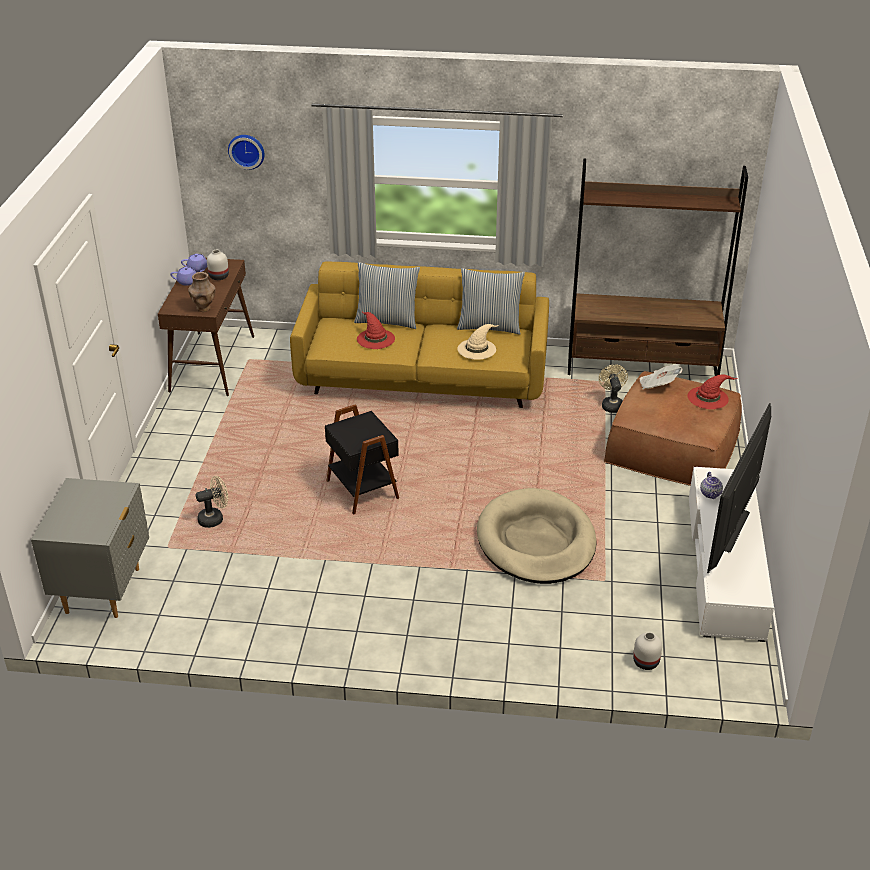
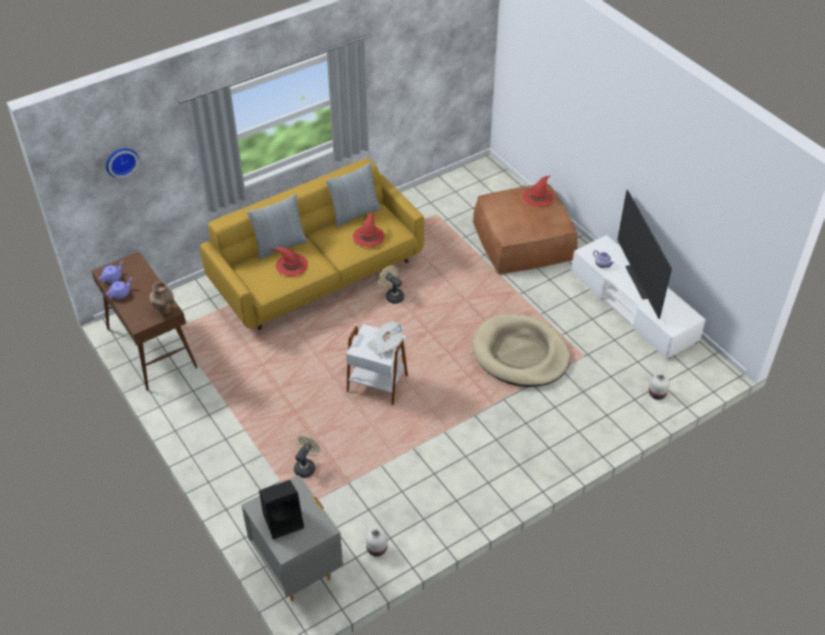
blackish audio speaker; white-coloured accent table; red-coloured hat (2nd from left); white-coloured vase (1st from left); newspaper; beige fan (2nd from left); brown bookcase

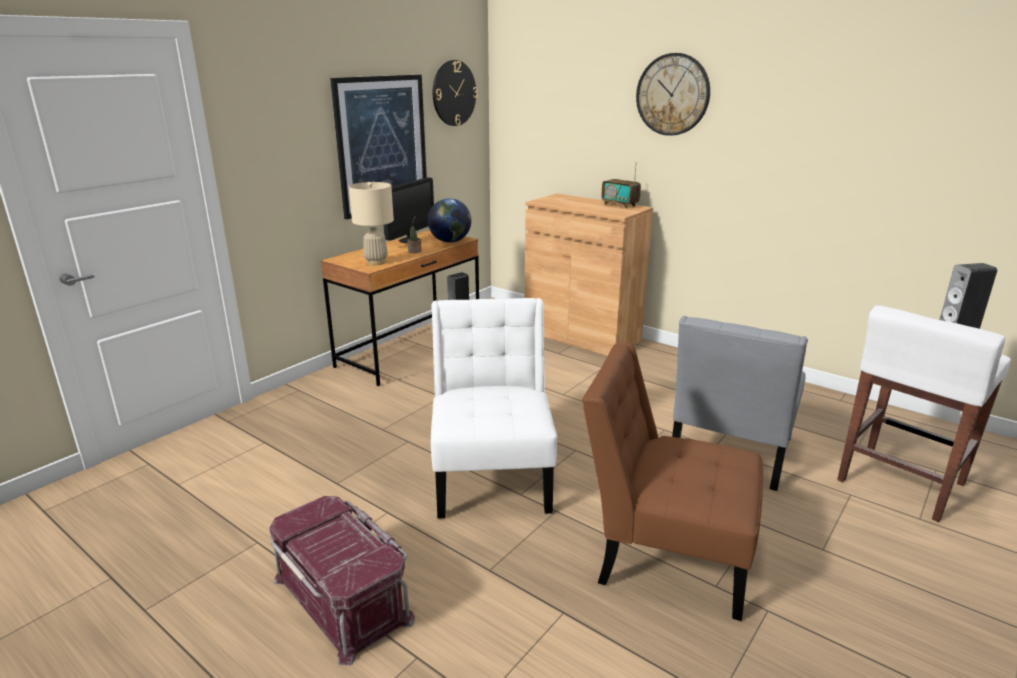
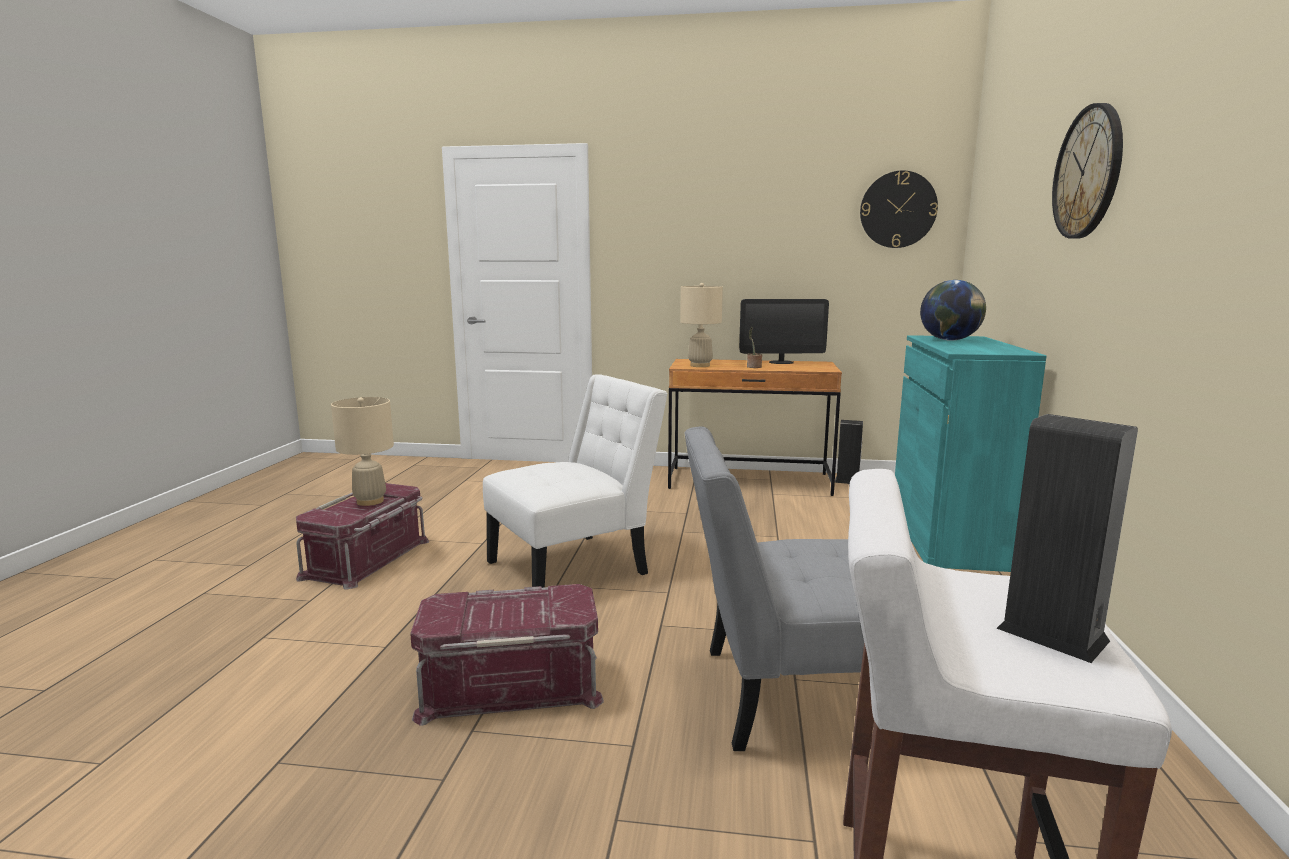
beige tabletop lamp (1st from left); red-coloured storage bin (2nd from left); turquoise-coloured cabinet; desk globe; wall art; radio receiver

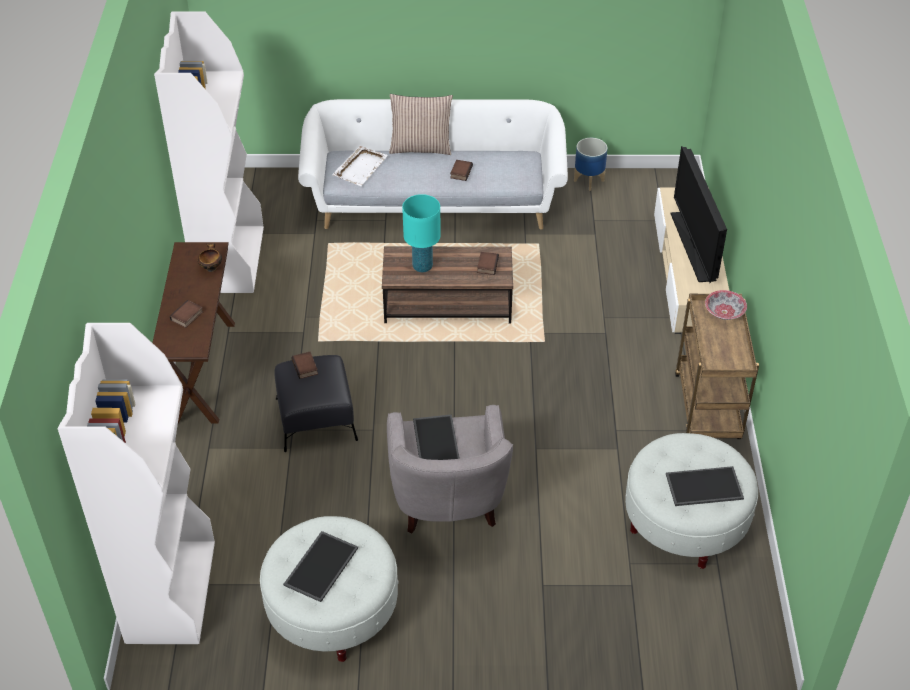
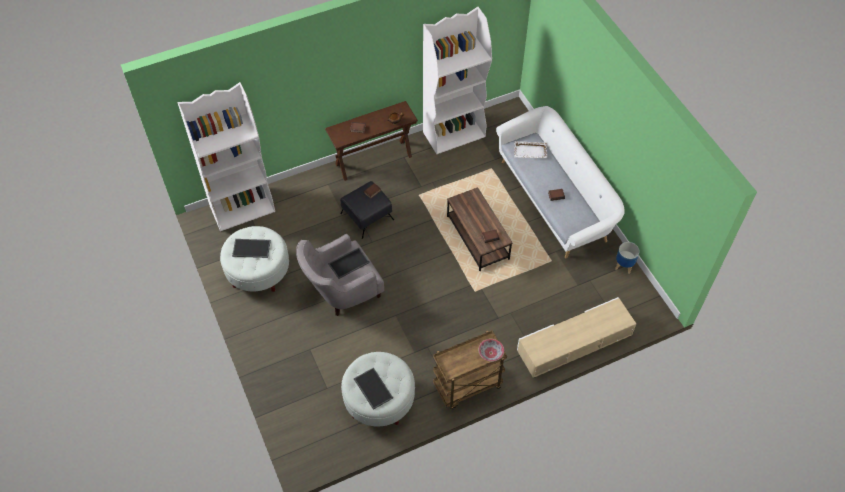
throw pillow; turquoise-coloured tabletop lamp; television

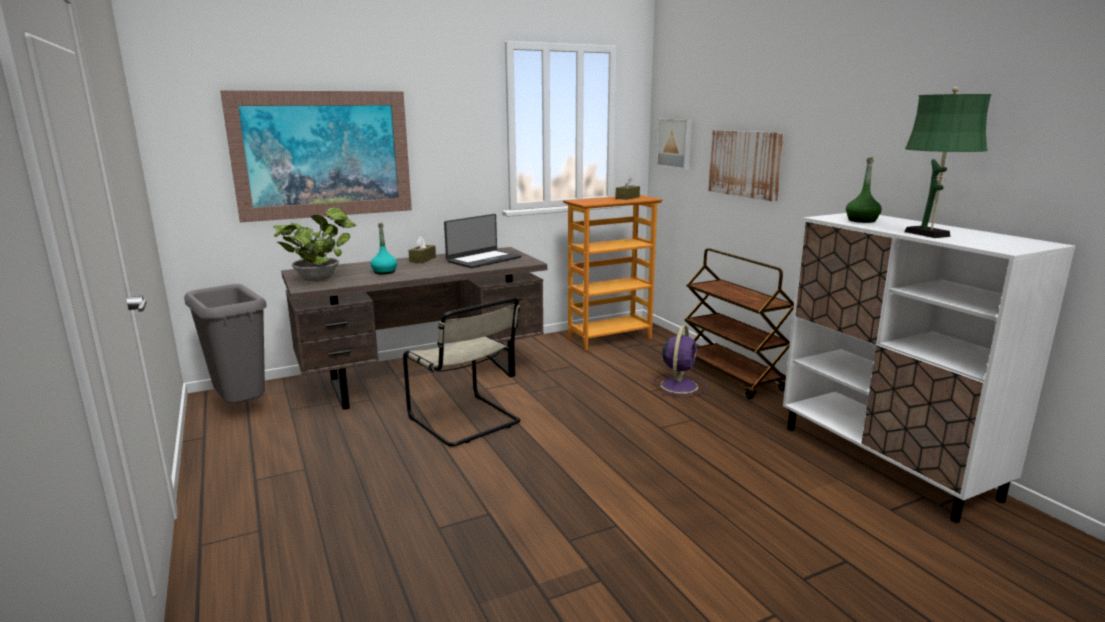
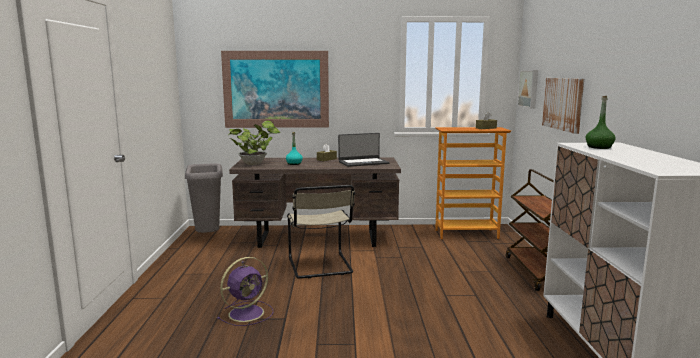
purple-coloured fan; green-coloured tabletop lamp

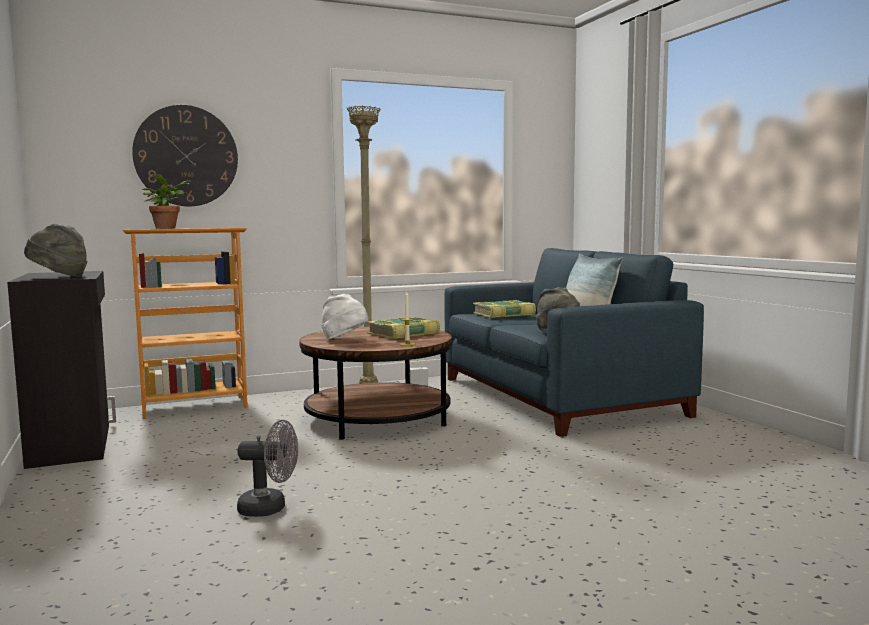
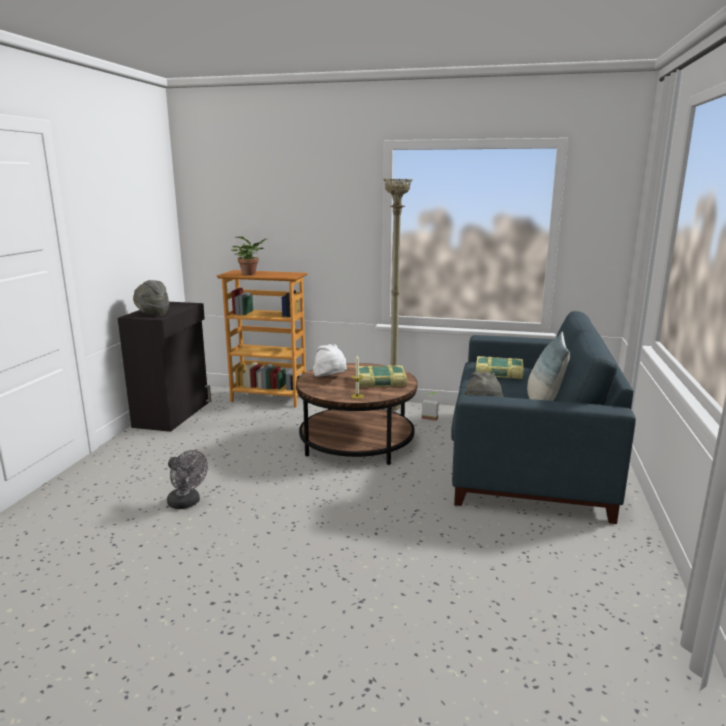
hanging clock

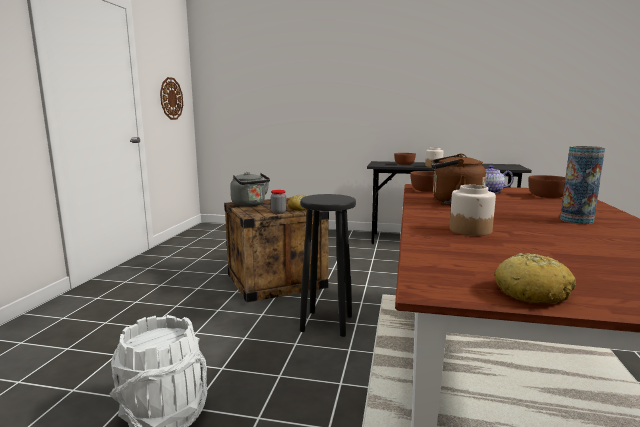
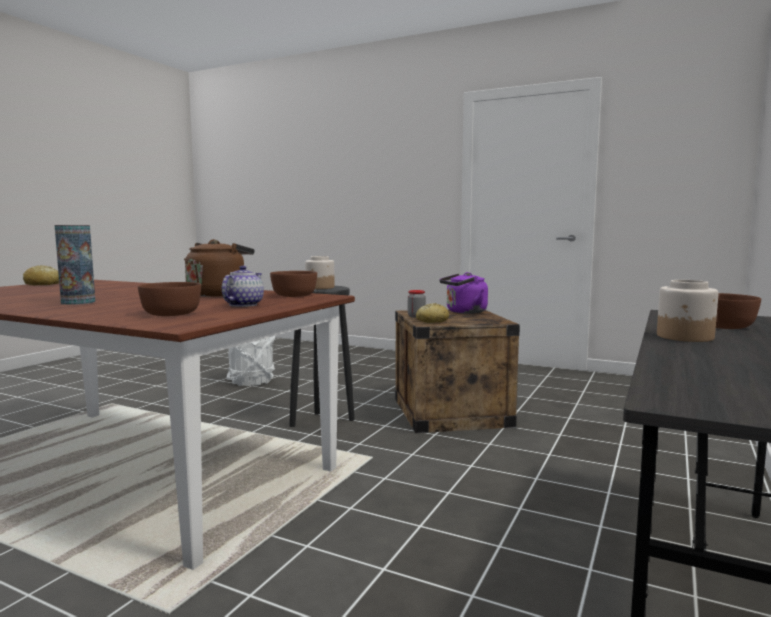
jar (1st from left); purple-coloured kettle; hanging clock

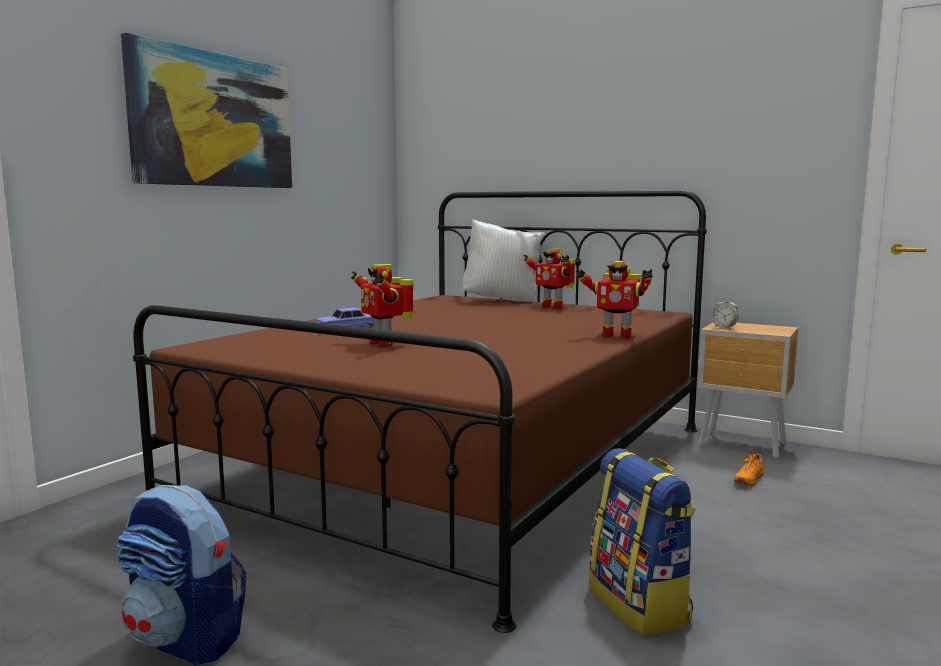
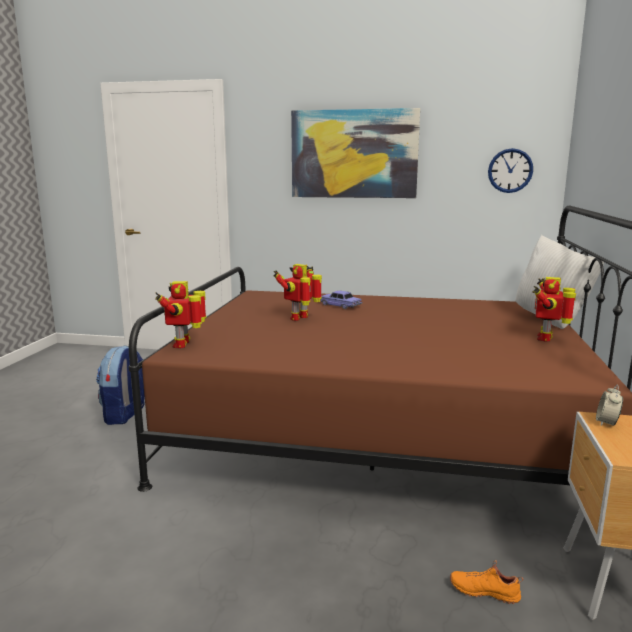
toy robot (1st from left); hanging clock; rucksack (2nd from left in the first image)

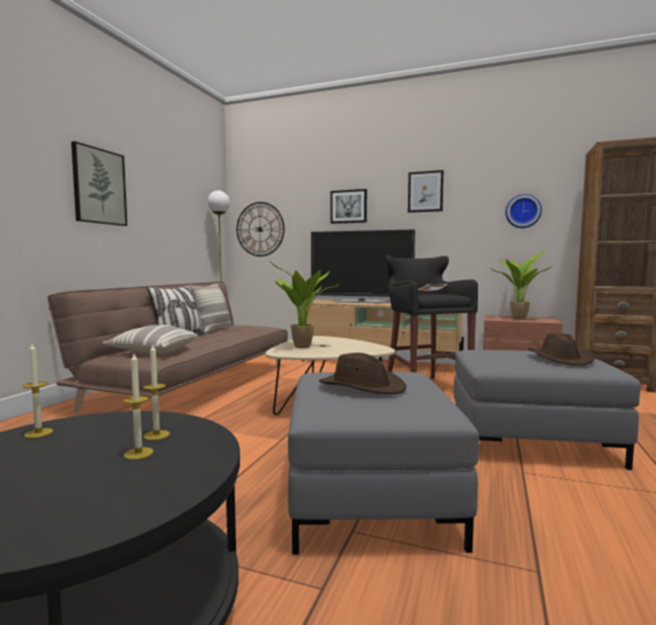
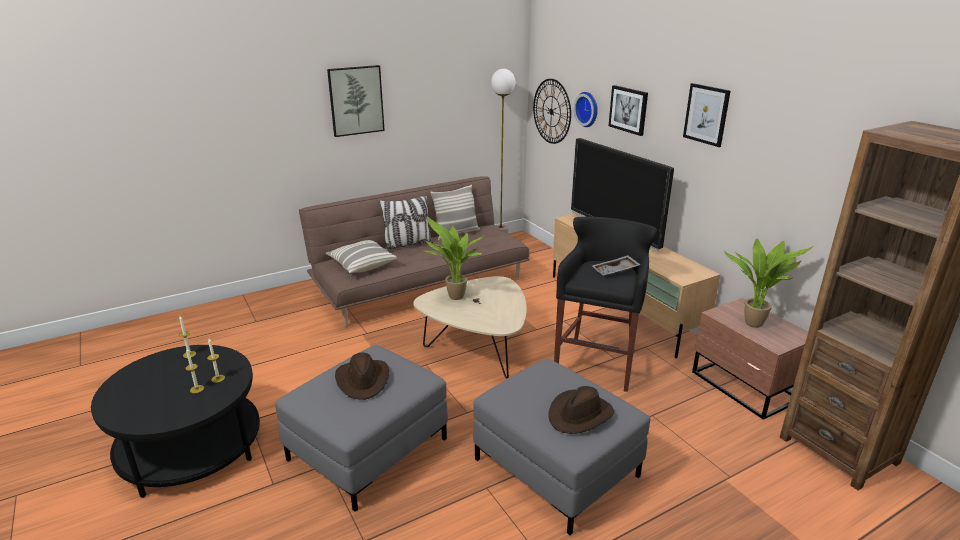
hanging clock (2nd from left)

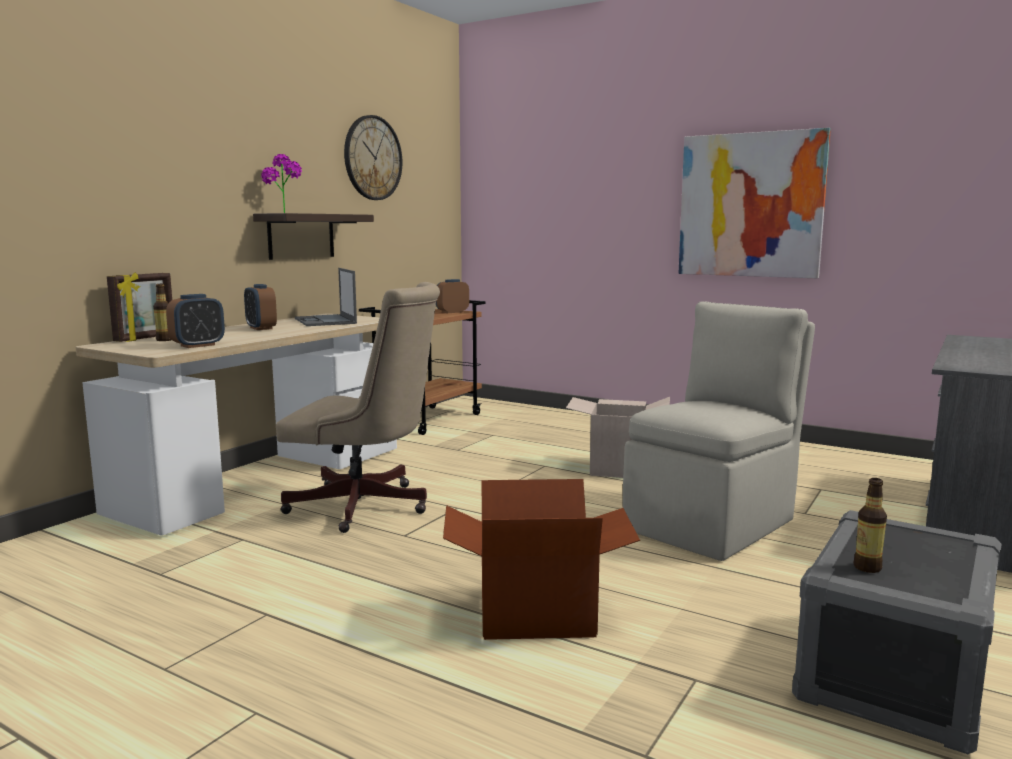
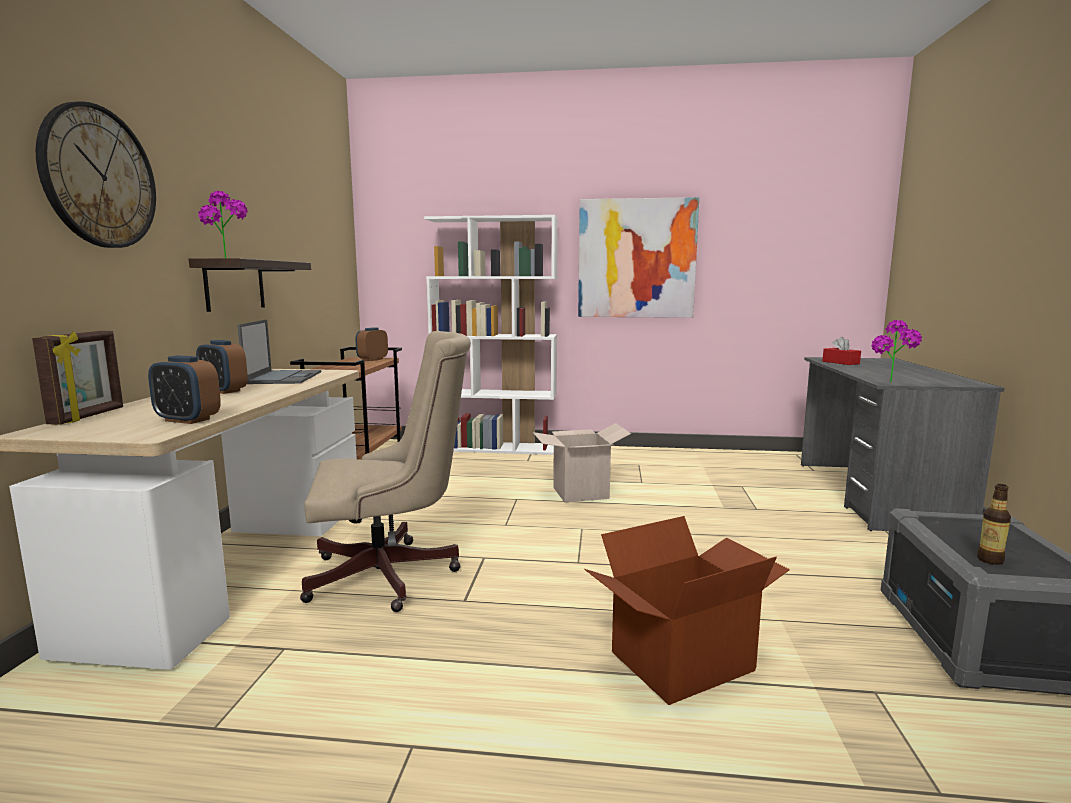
hanging clock; table clock (1st from left); notebook computer; white-coloured bookcase; red-coloured tissue box; houseplant (2nd from left); beverage bottle (1st from left in the first image); beige chair

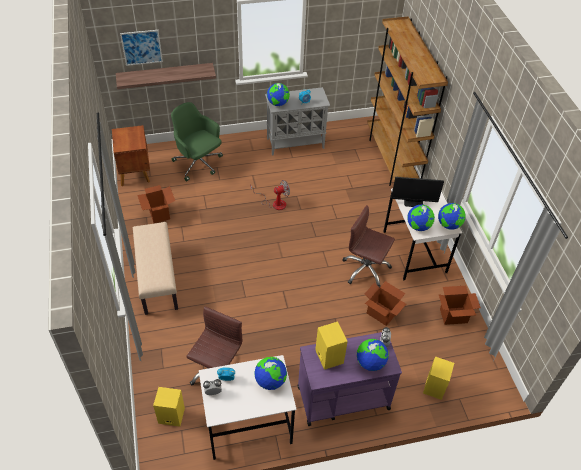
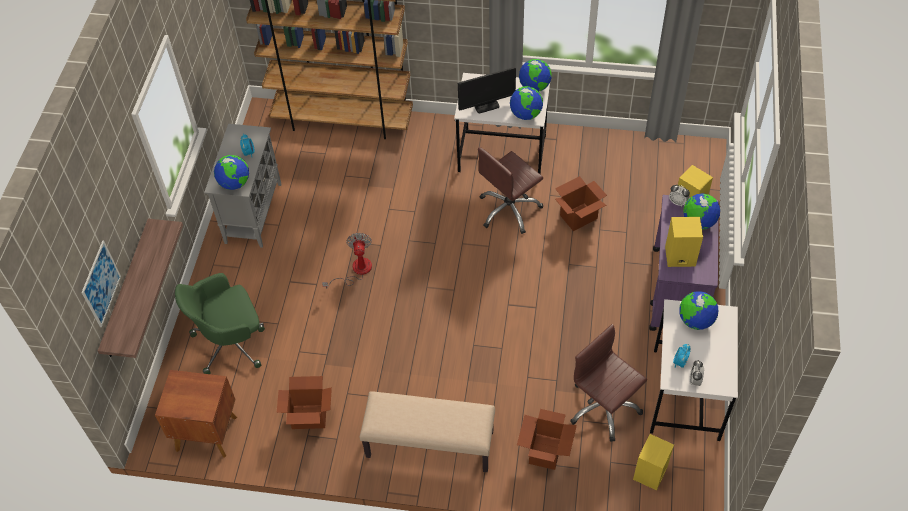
computer screen; cardboard box (2nd from left)

